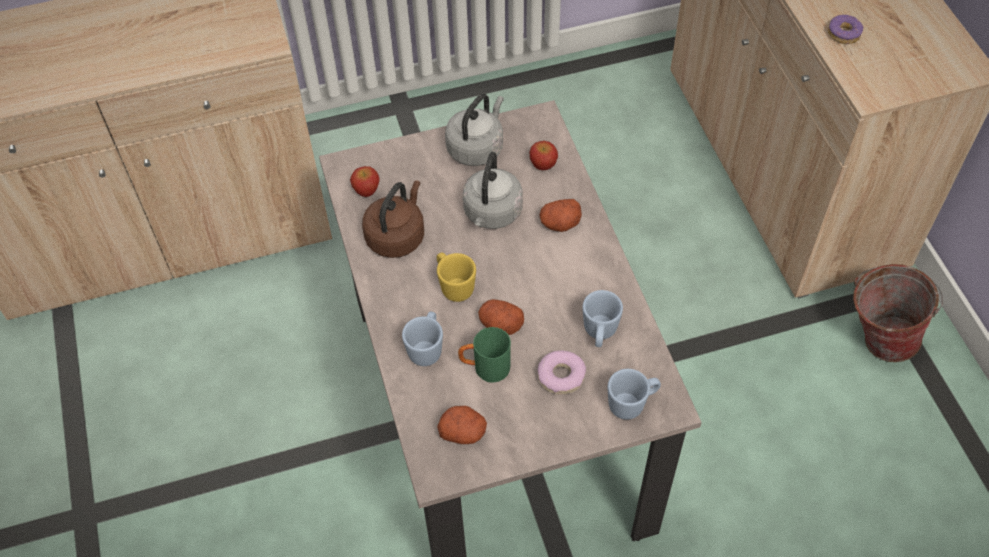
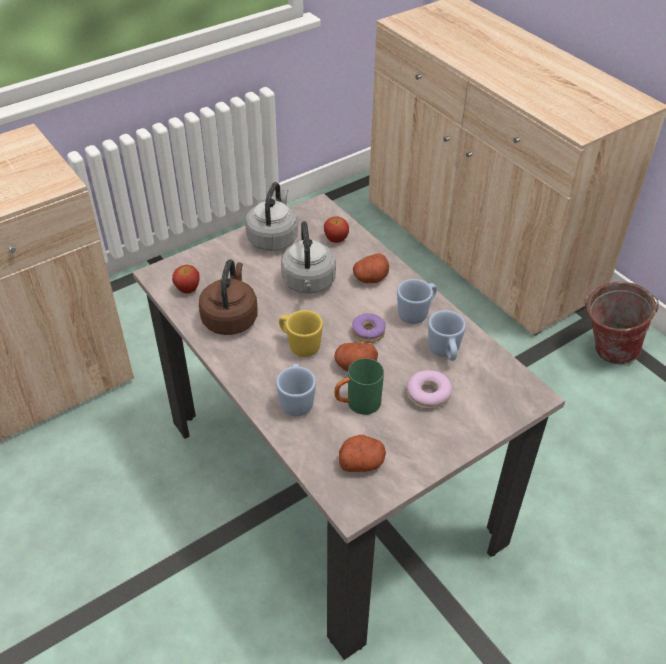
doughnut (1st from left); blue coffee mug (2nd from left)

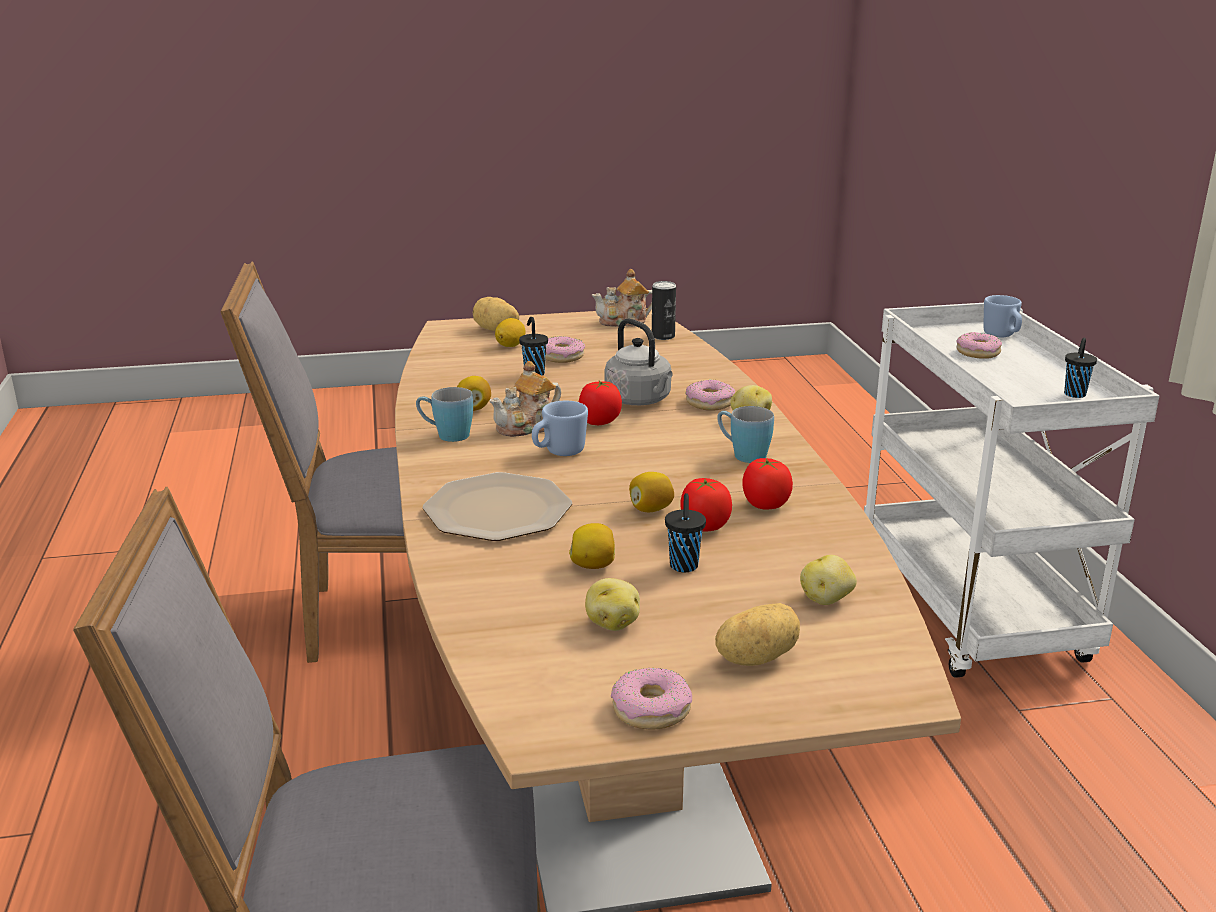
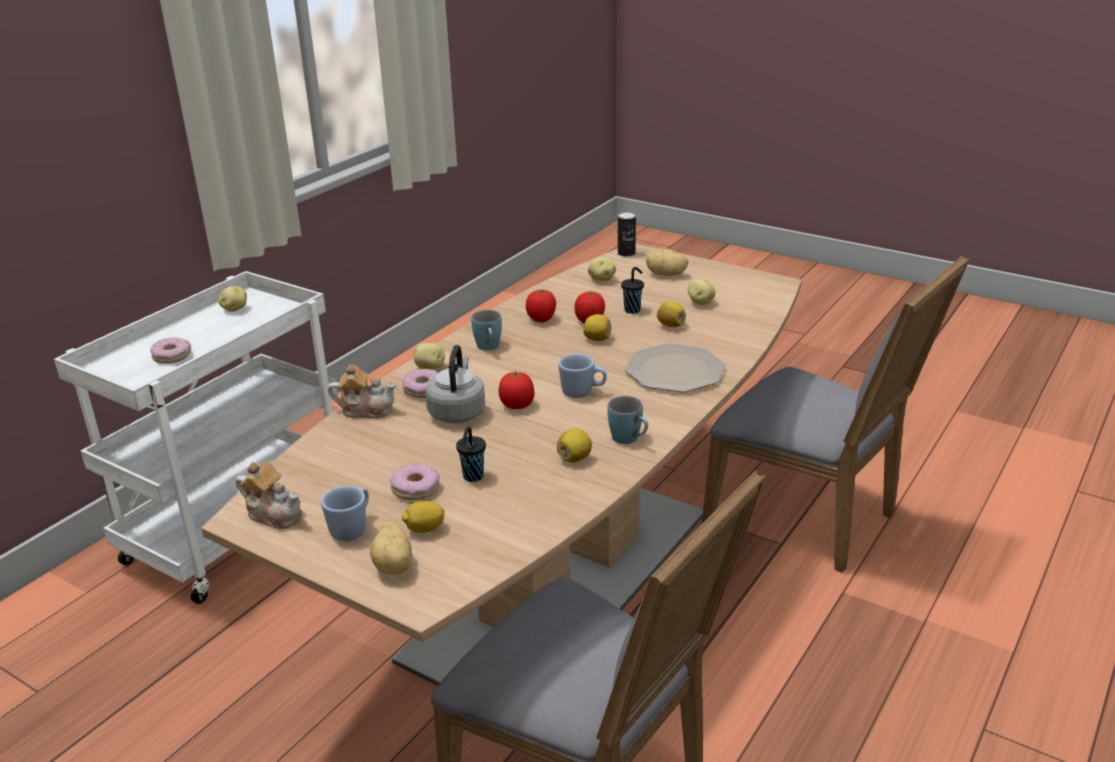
spud (1st from left); blue coffee mug (1st from left); tea pot (2nd from left); sealed can; doughnut (2nd from left in the first image)

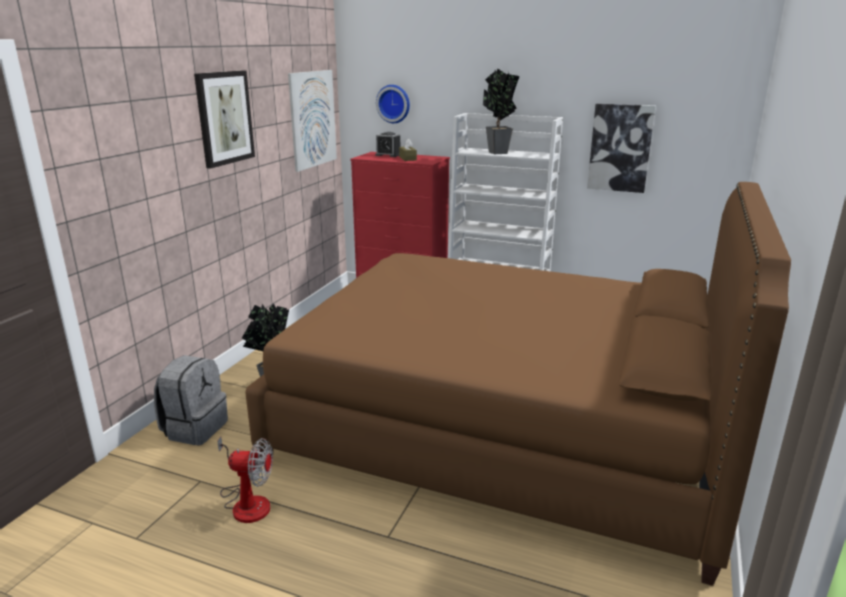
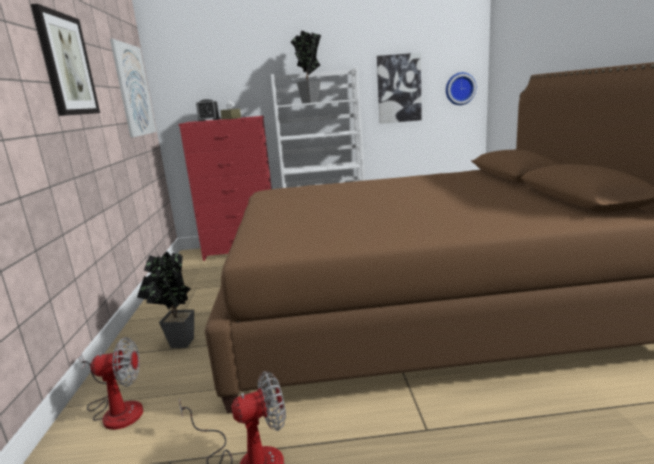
fan (1st from left); hanging clock

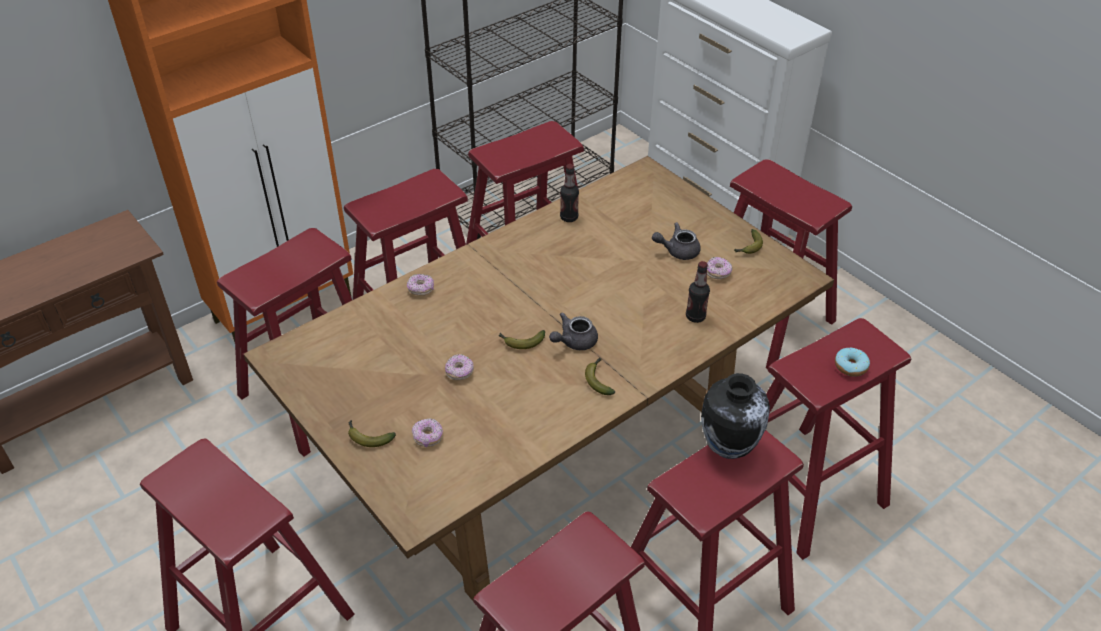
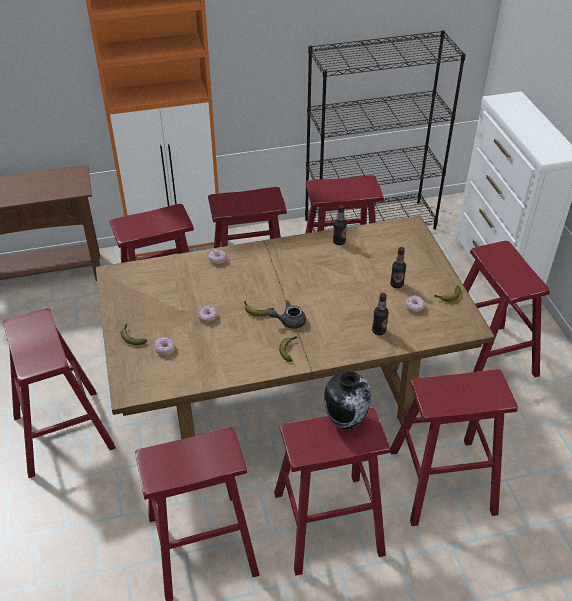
beverage bottle (3rd from left); doughnut (5th from left in the first image)

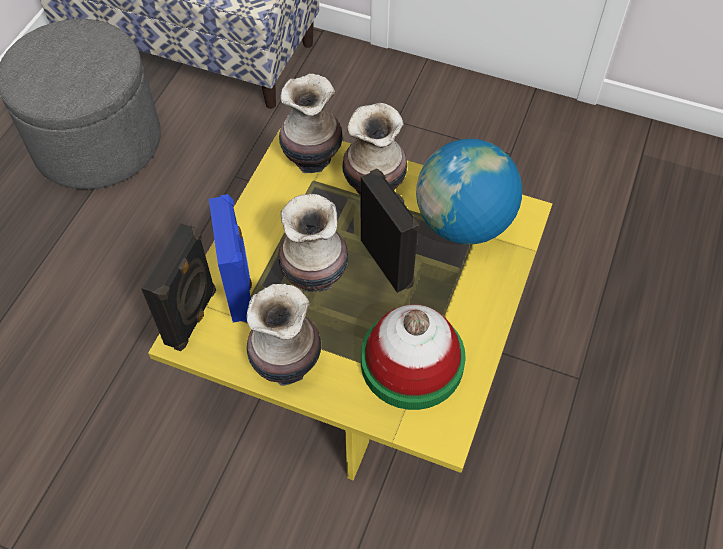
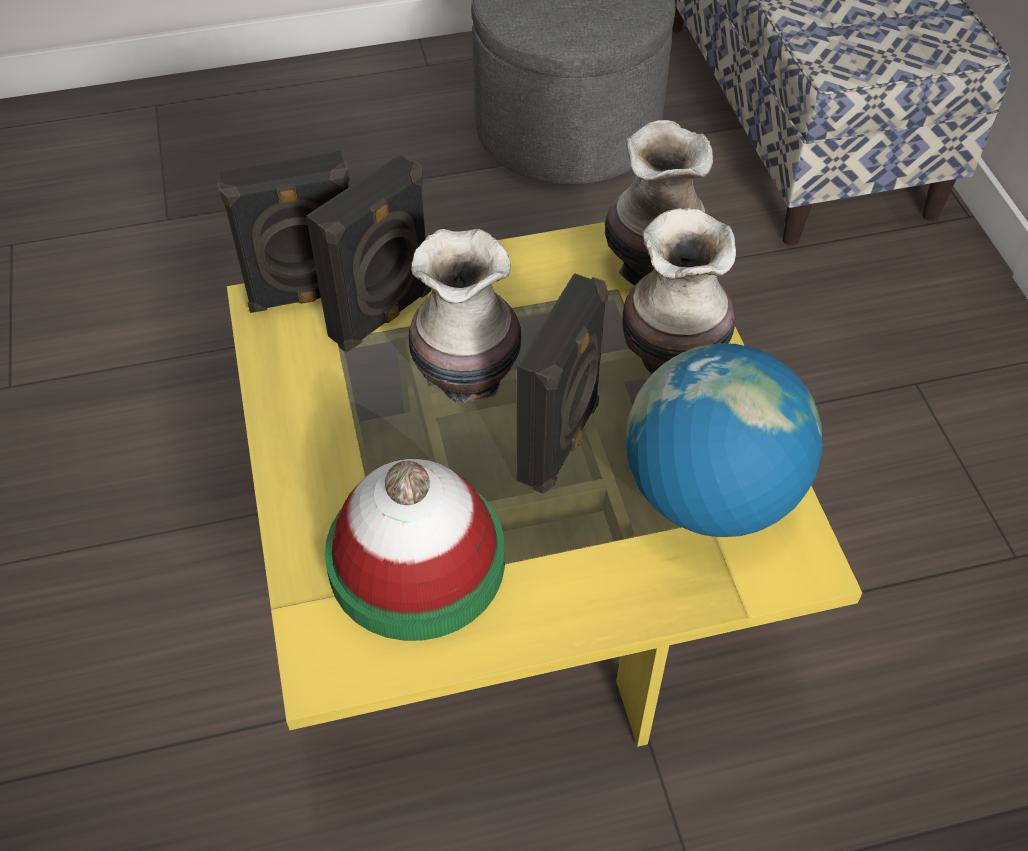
blackish audio speaker (2nd from left); vase (1st from left in the first image)

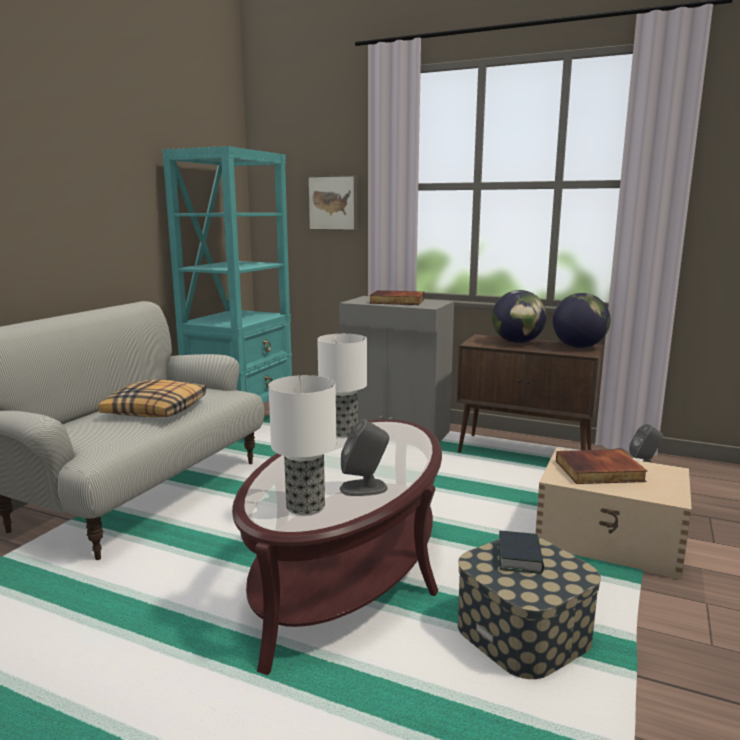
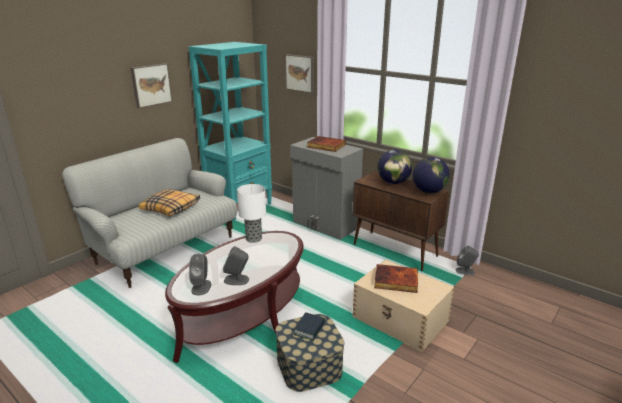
wall art (1st from left); greyish audio speaker (1st from left)

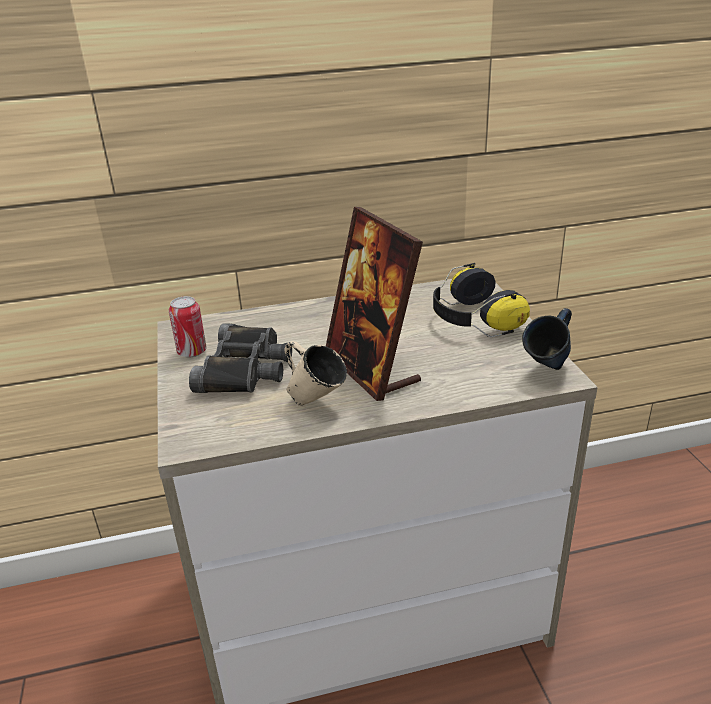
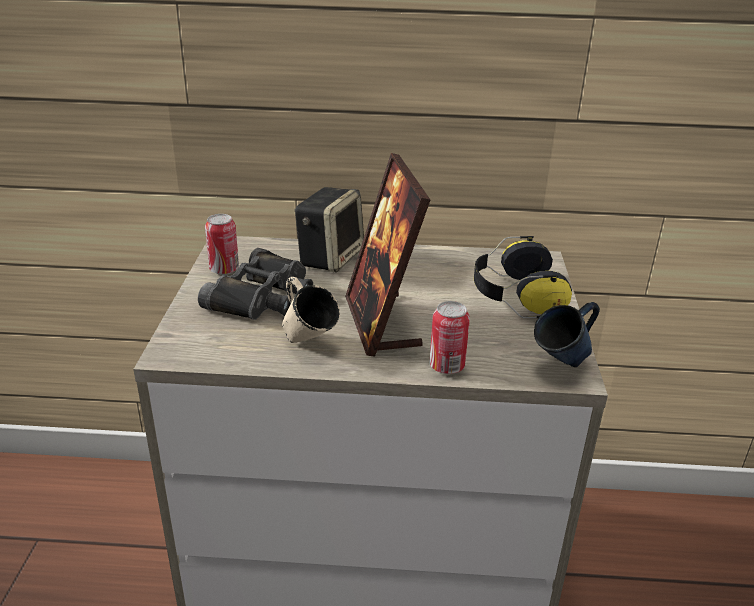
audio speaker; sealed can (2nd from left)

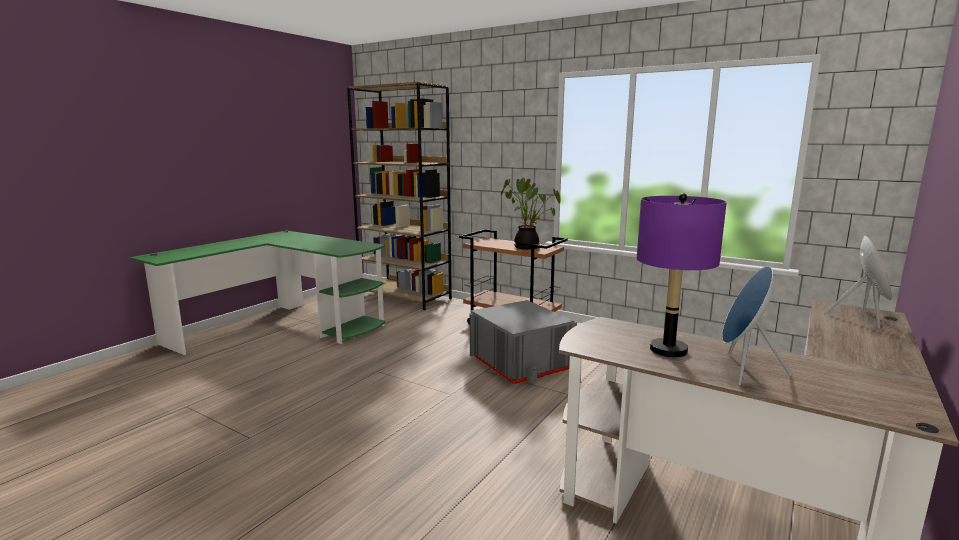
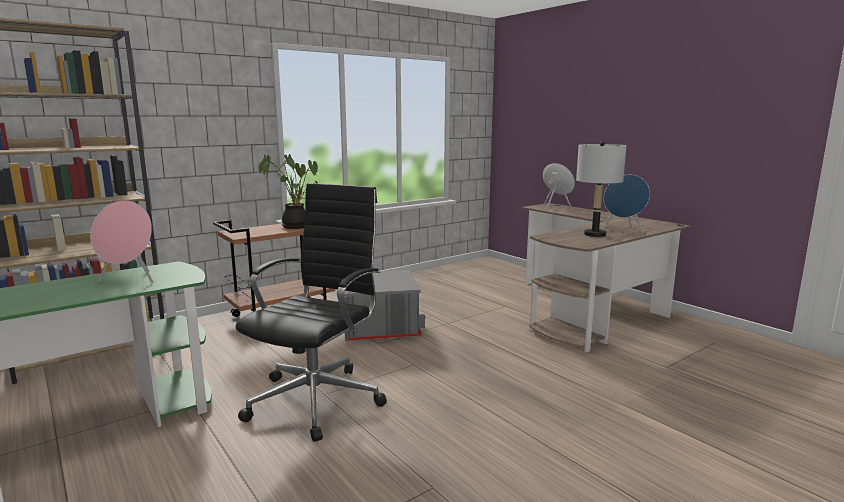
pinkish audio speaker (1st from left); blackish desk chair; greyish tabletop lamp

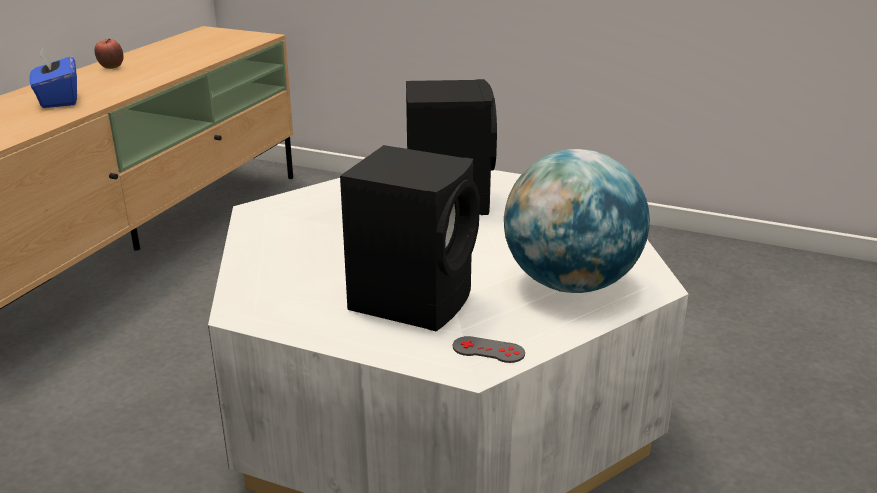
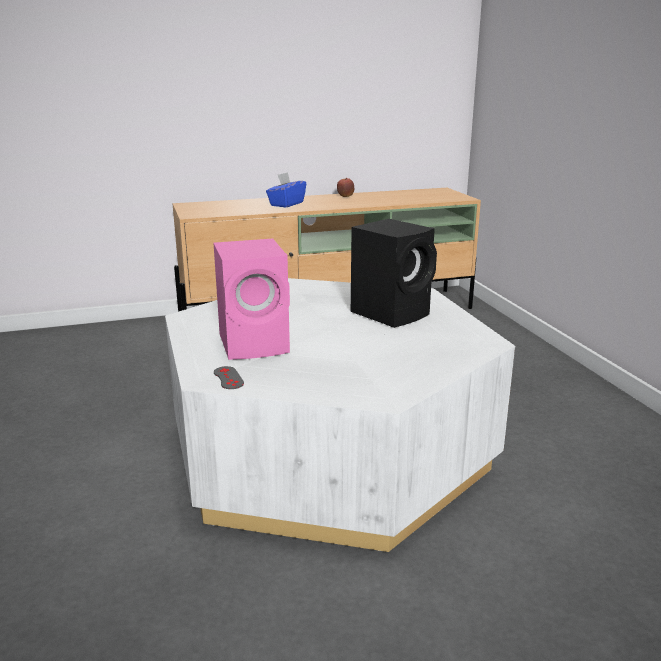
pinkish audio speaker; desk globe

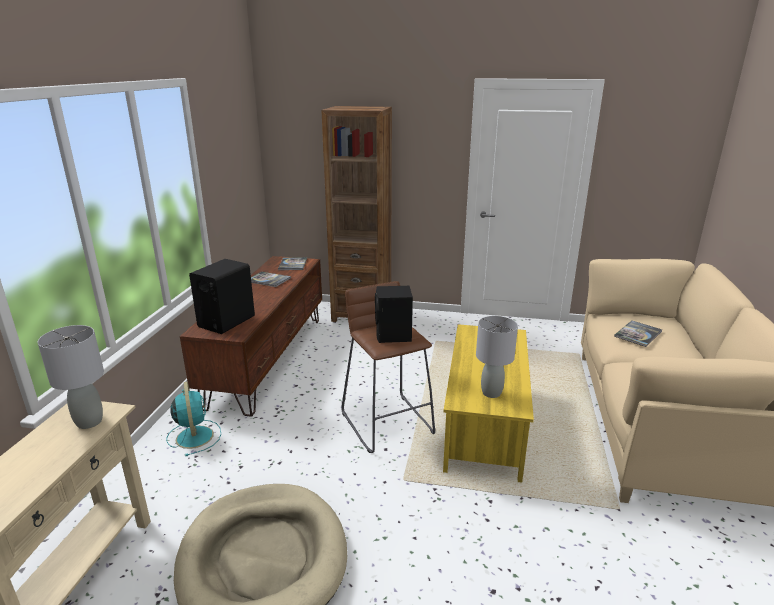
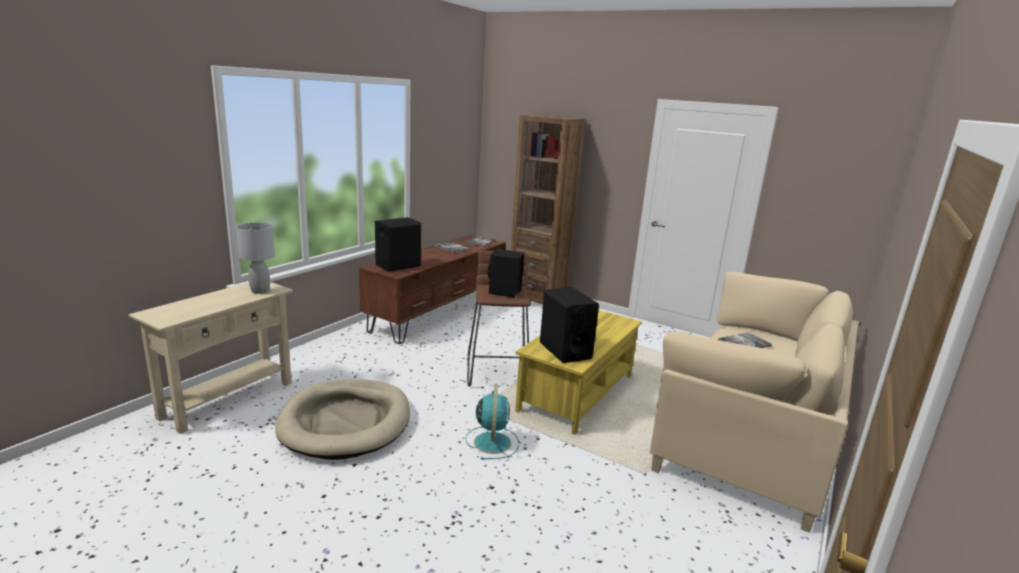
turquoise-coloured fan; blackish audio speaker (3rd from left)

